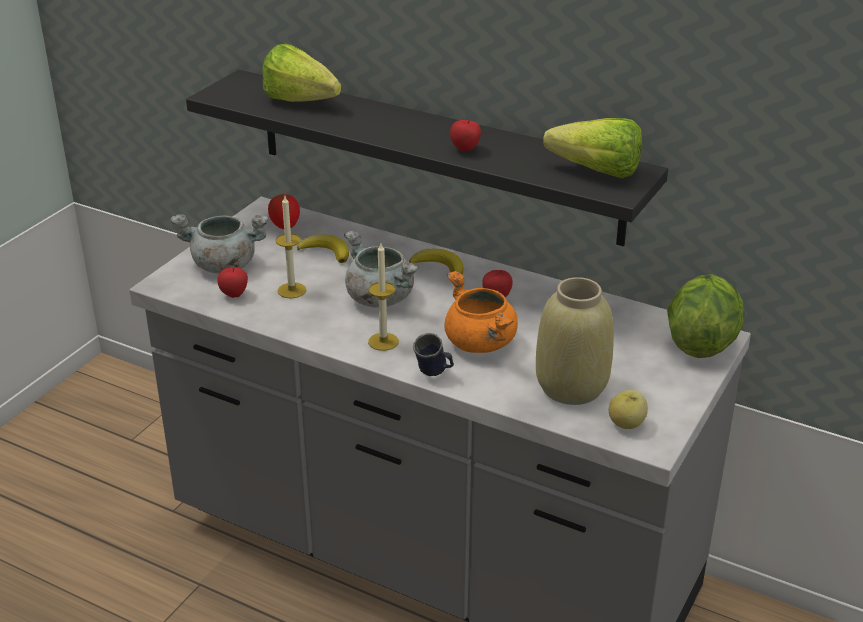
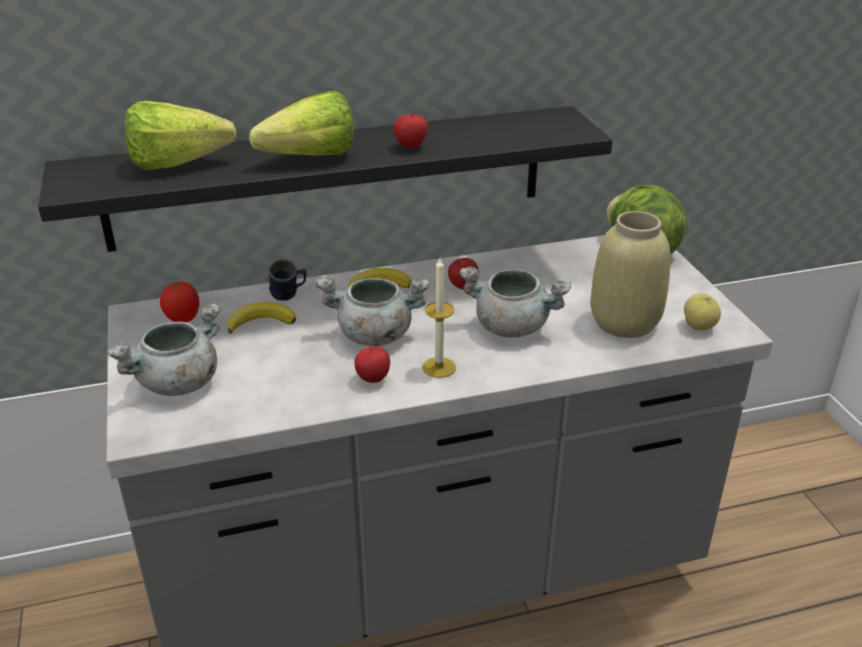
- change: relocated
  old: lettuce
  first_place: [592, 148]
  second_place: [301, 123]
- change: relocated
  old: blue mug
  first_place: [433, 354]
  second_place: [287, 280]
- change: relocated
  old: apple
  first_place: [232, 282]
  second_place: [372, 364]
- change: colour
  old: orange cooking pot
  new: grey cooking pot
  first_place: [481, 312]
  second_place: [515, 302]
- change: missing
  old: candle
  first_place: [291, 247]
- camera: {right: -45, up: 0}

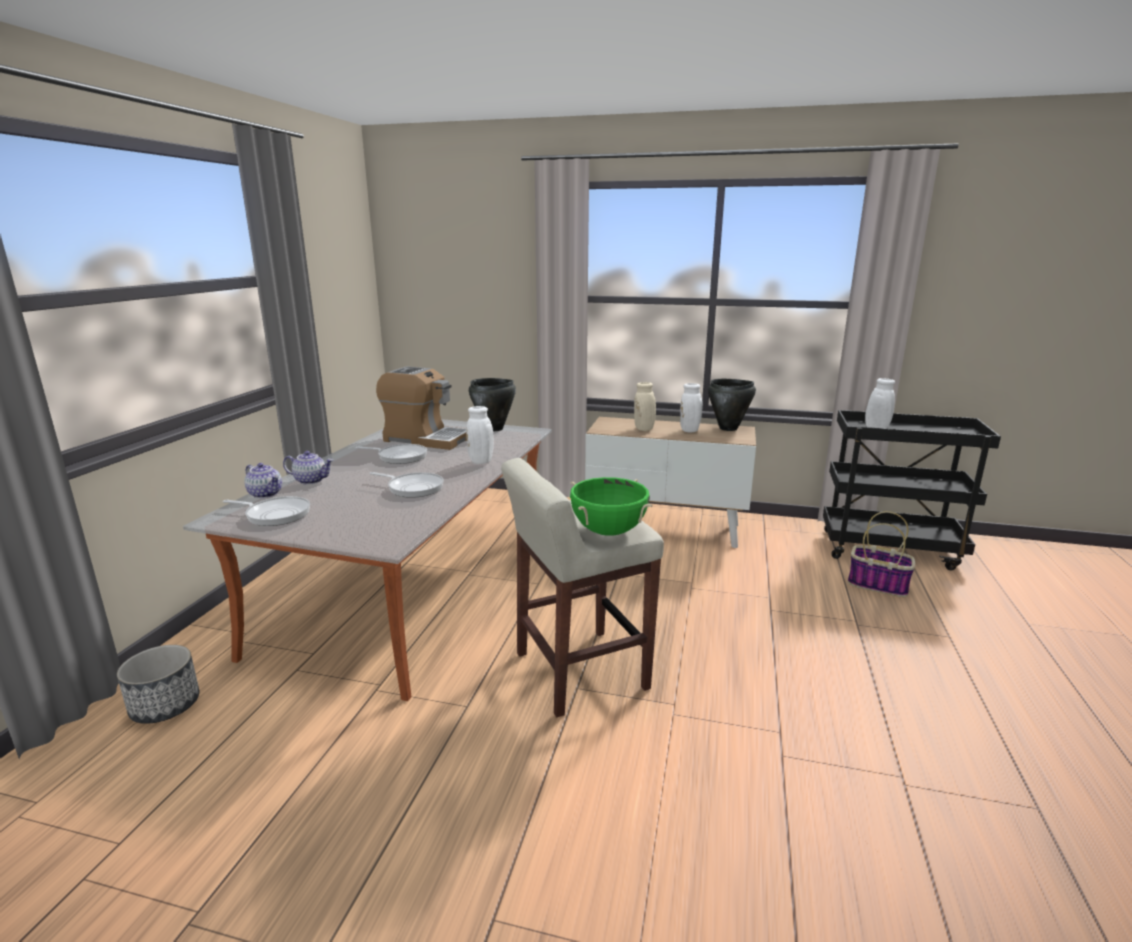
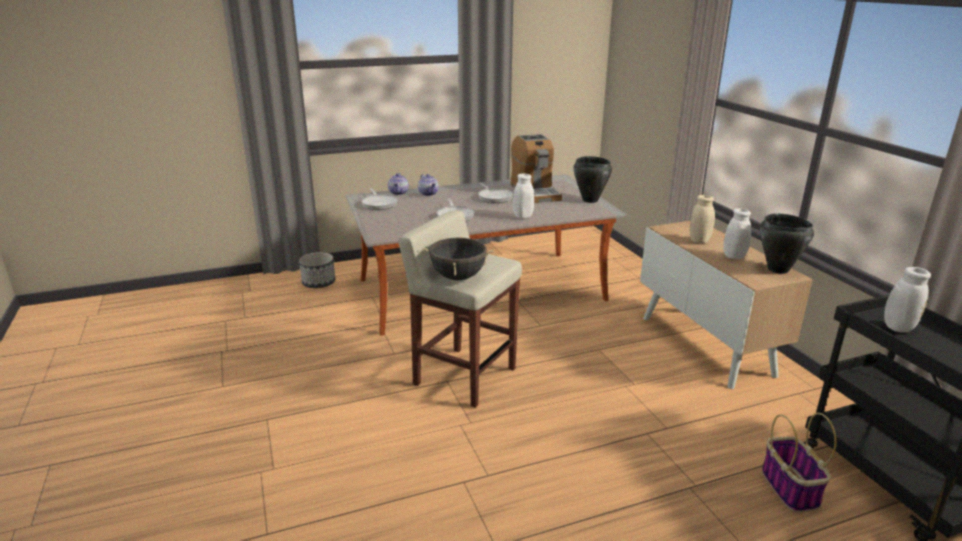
- change: colour
  old: green cooking pot
  new: black cooking pot
  first_place: [611, 506]
  second_place: [458, 258]
- camera: {right: 55, up: 5}

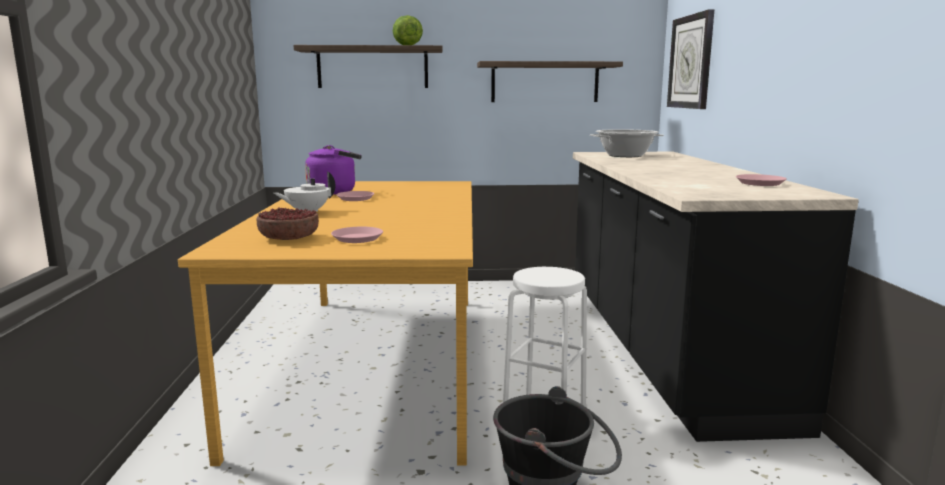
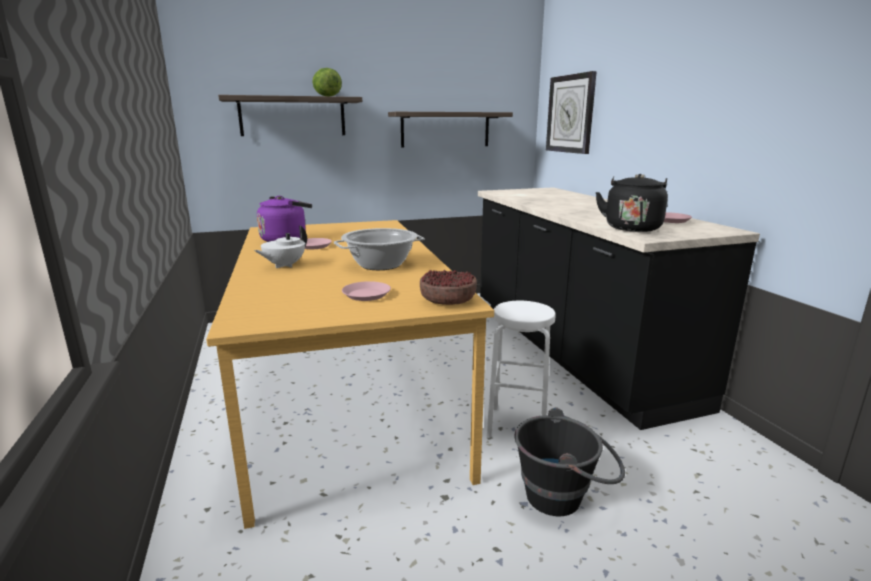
- change: relocated
  old: cooking pot
  first_place: [627, 143]
  second_place: [379, 249]
- change: relocated
  old: bowl
  first_place: [287, 223]
  second_place: [448, 287]
- change: appeared
  new: black kettle
  second_place: [632, 203]
- camera: {right: -15, up: 5}

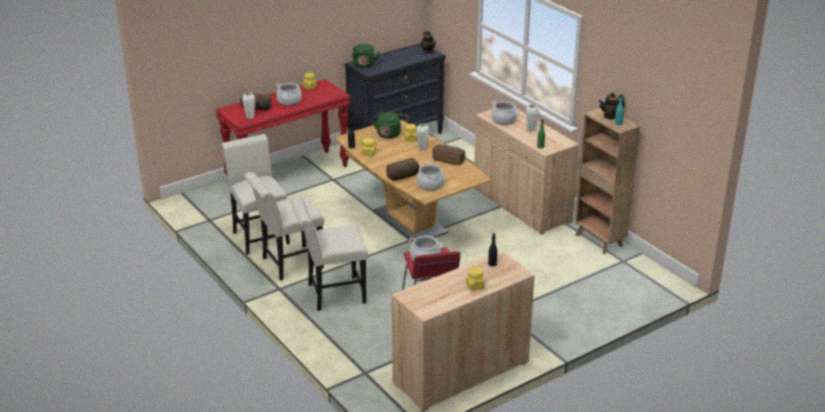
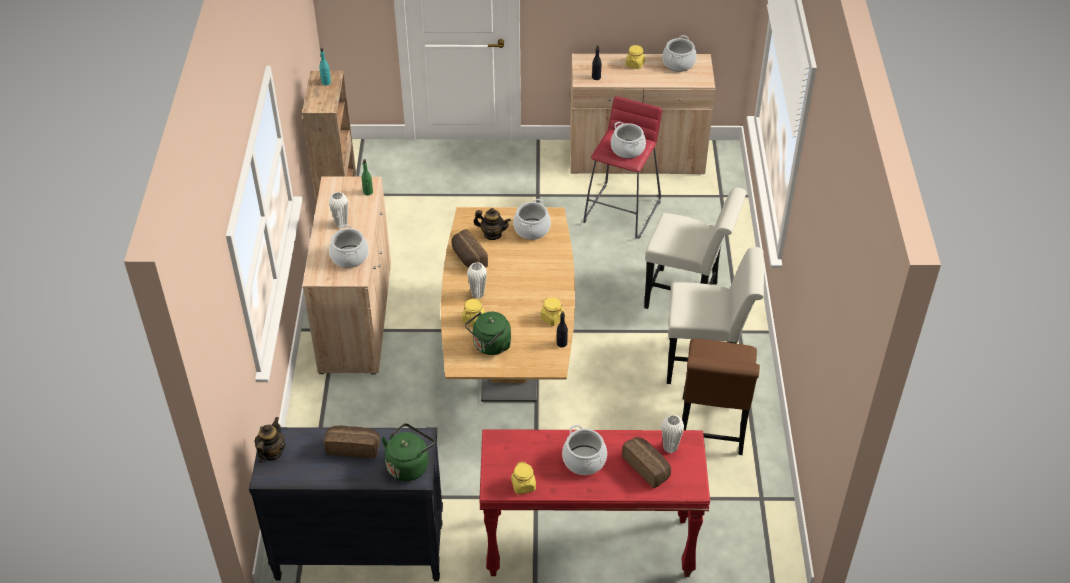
- change: relocated
  old: bread
  first_place: [402, 169]
  second_place: [352, 442]
- change: relocated
  old: teapot
  first_place: [612, 105]
  second_place: [492, 224]
- change: appeared
  new: cooking pot
  second_place: [680, 53]
- change: colour
  old: white chair
  new: brown chair
  first_place: [255, 194]
  second_place: [721, 397]
- camera: {right: -145, up: 15}

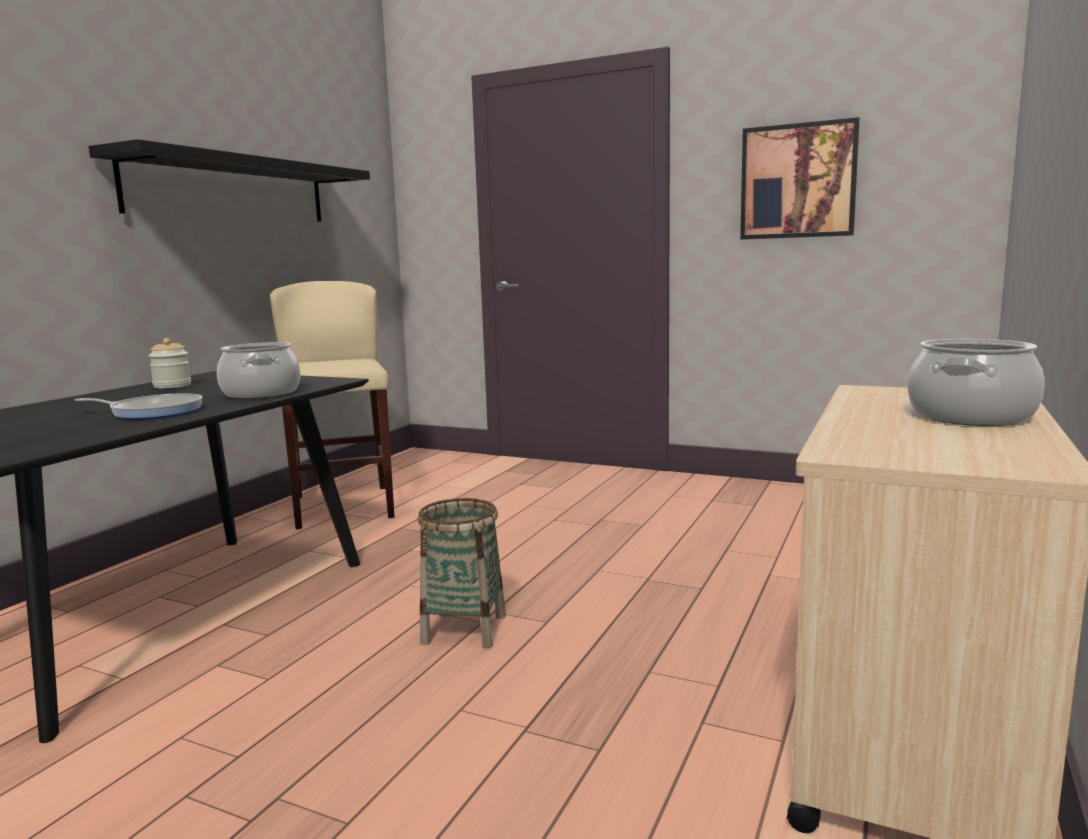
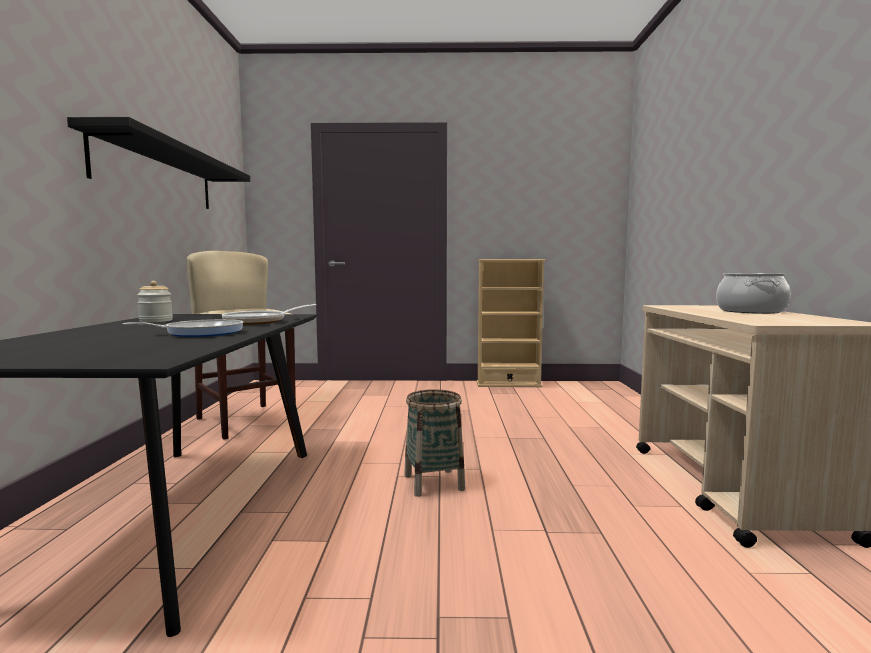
- change: exchanged
  old: cooking pot
  new: frying pan
  first_place: [259, 370]
  second_place: [269, 314]
- change: appeared
  new: beige bookcase
  second_place: [511, 323]
- change: missing
  old: picture
  first_place: [800, 178]
- camera: {right: -25, up: -5}

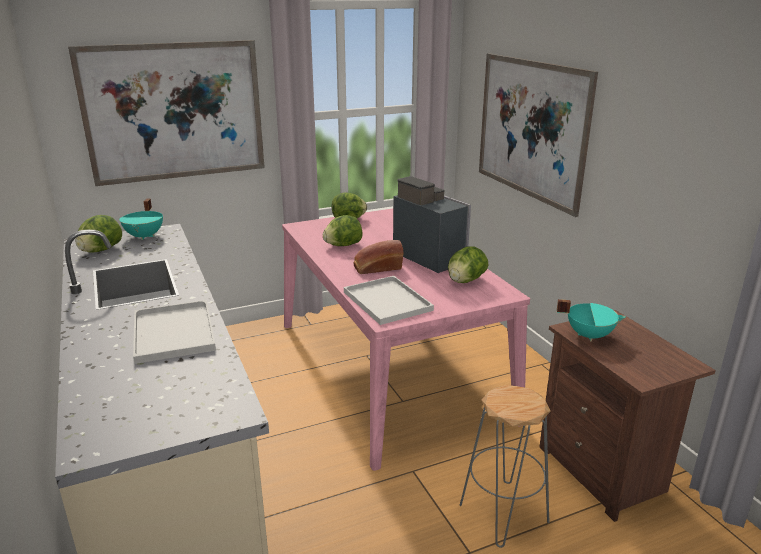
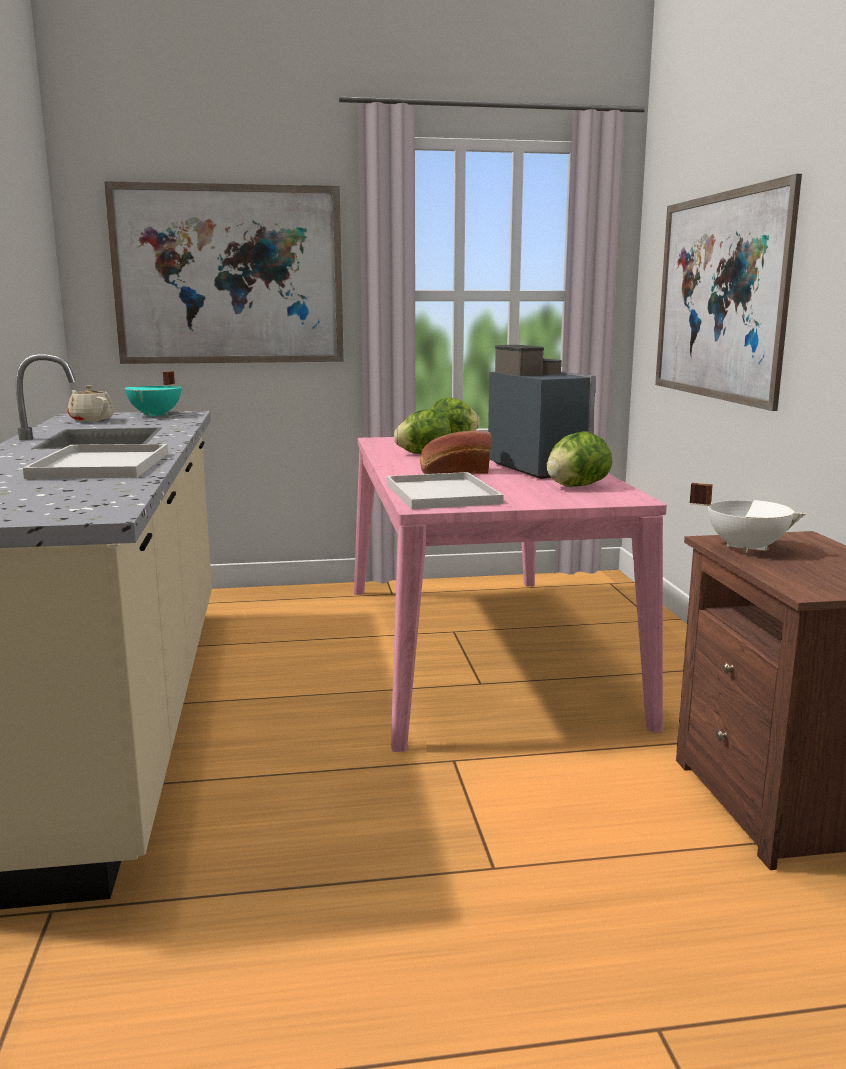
- change: exchanged
  old: lettuce
  new: beige teapot
  first_place: [98, 234]
  second_place: [91, 403]
- change: colour
  old: turquoise cooking pot
  new: white cooking pot
  first_place: [591, 320]
  second_place: [748, 518]
- change: missing
  old: grey stool
  first_place: [505, 466]
- camera: {right: 15, up: -10}

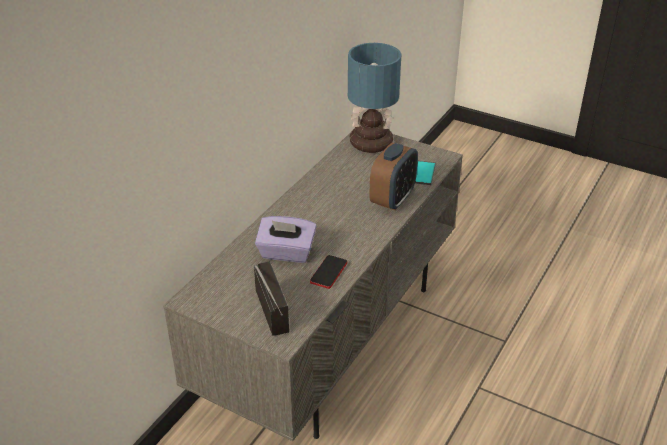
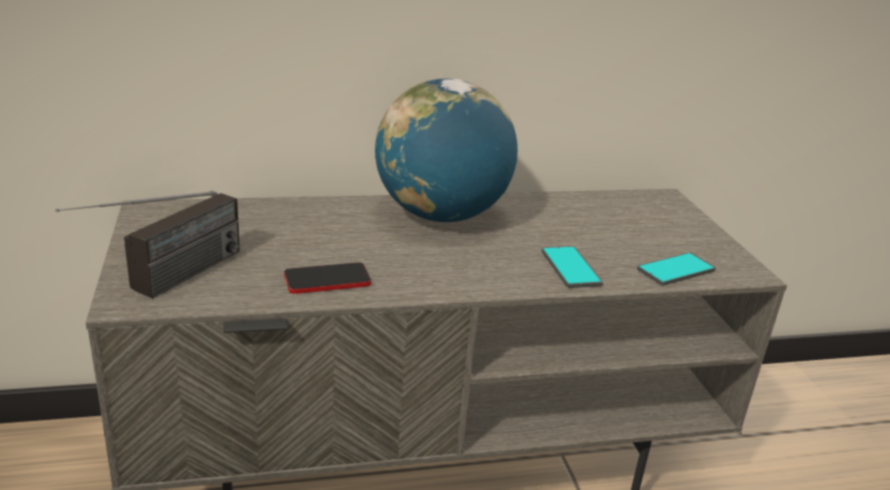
- change: appeared
  new: globe
  second_place: [446, 150]
- change: exchanged
  old: alarm clock
  new: phone
  first_place: [393, 176]
  second_place: [572, 267]
- change: missing
  old: purple tissue box
  first_place: [286, 239]
- change: missing
  old: table lamp
  first_place: [374, 98]
- camera: {right: 45, up: -10}

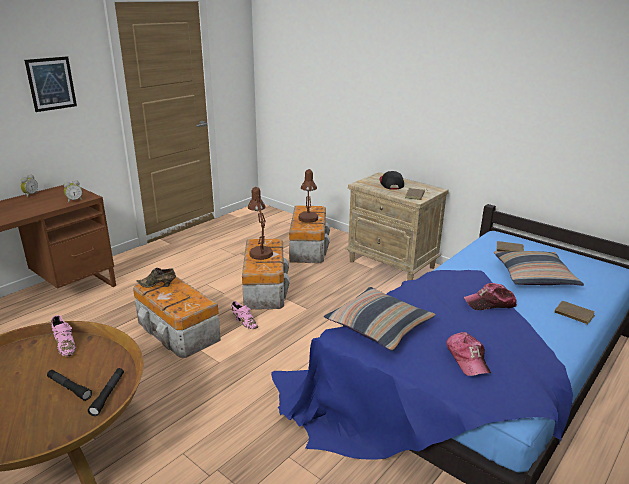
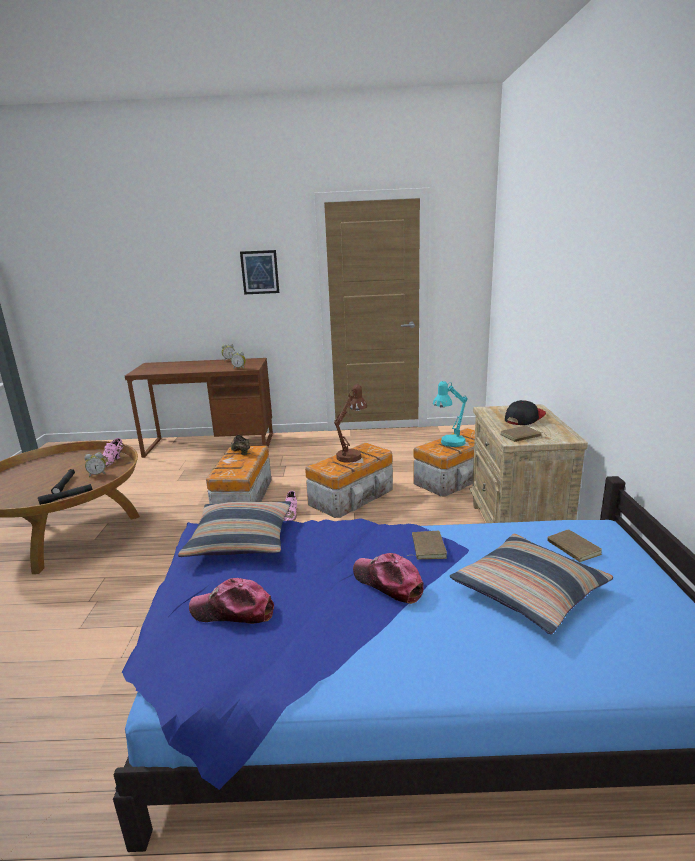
- change: appeared
  new: alarm clock
  second_place: [95, 465]
- change: spun
  old: cap
  first_place: [468, 354]
  second_place: [231, 601]
  degrees: 60
- change: relocated
  old: brown book
  first_place: [575, 313]
  second_place: [427, 545]
- change: colour
  old: brown table lamp
  new: turquoise table lamp
  first_place: [308, 196]
  second_place: [450, 414]
- camera: {right: 50, up: -5}

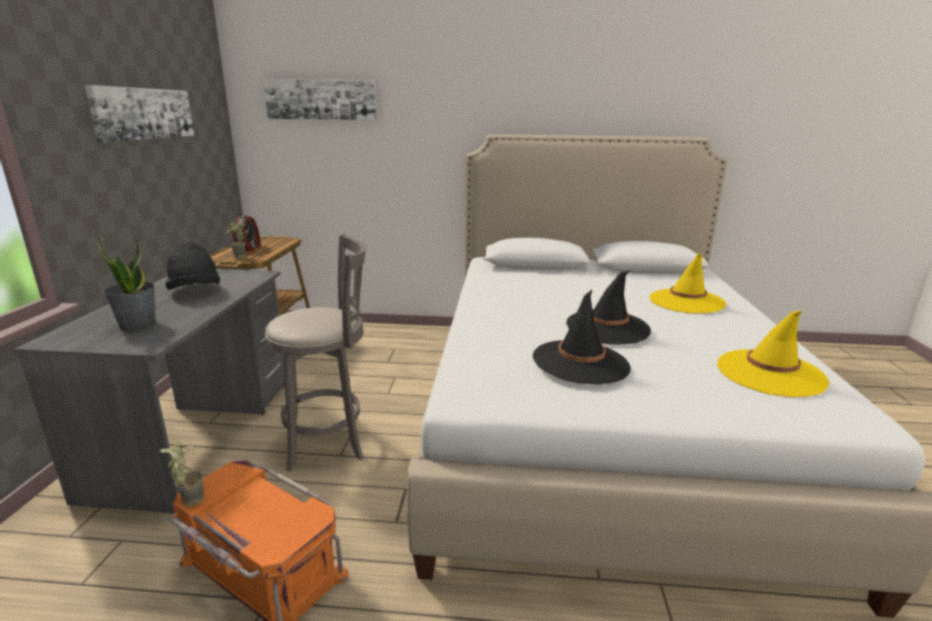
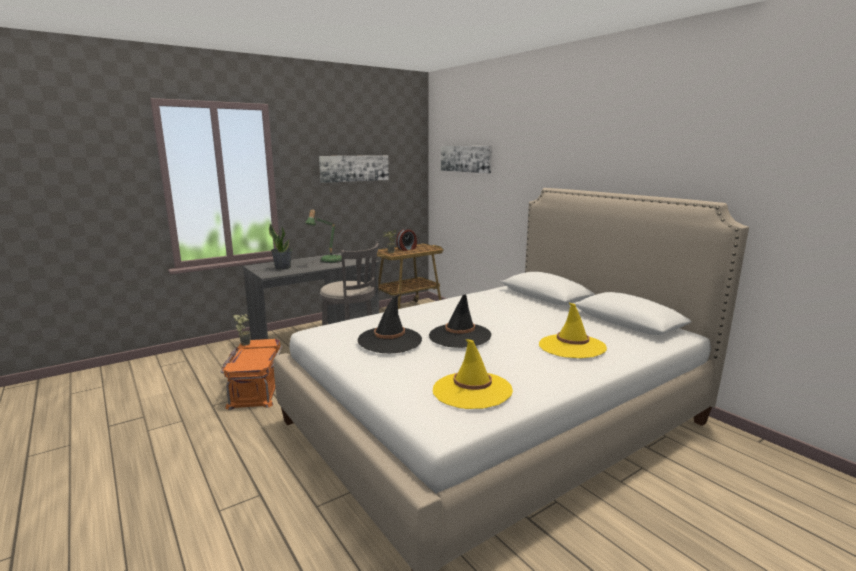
- change: exchanged
  old: black hat
  new: table lamp
  first_place: [192, 265]
  second_place: [323, 236]
- camera: {right: 50, up: -5}

